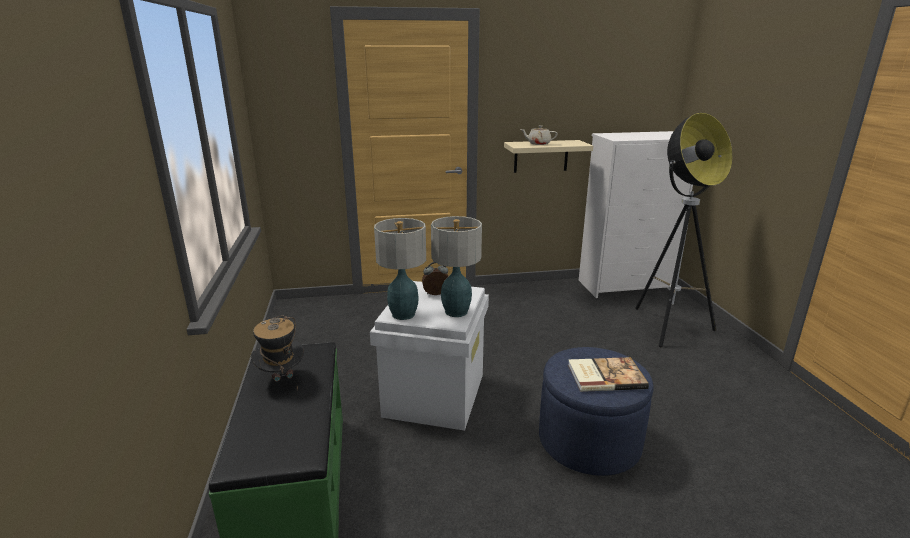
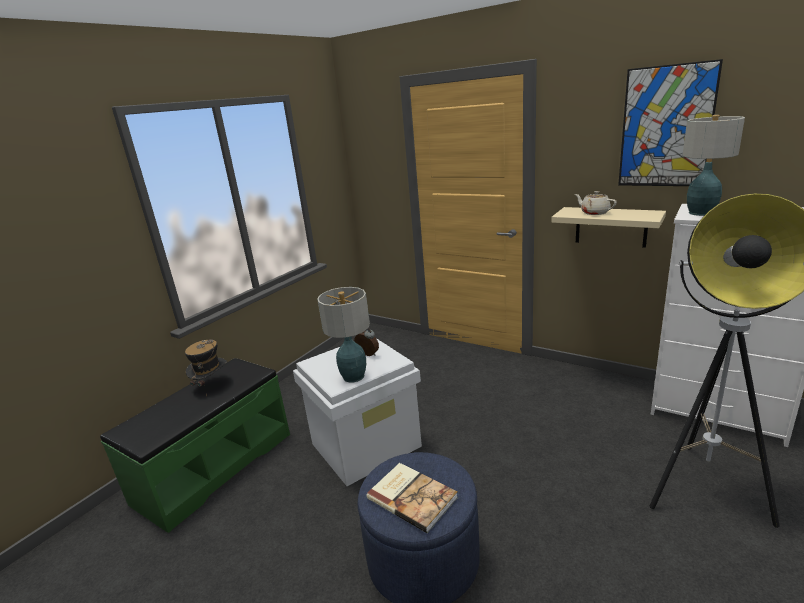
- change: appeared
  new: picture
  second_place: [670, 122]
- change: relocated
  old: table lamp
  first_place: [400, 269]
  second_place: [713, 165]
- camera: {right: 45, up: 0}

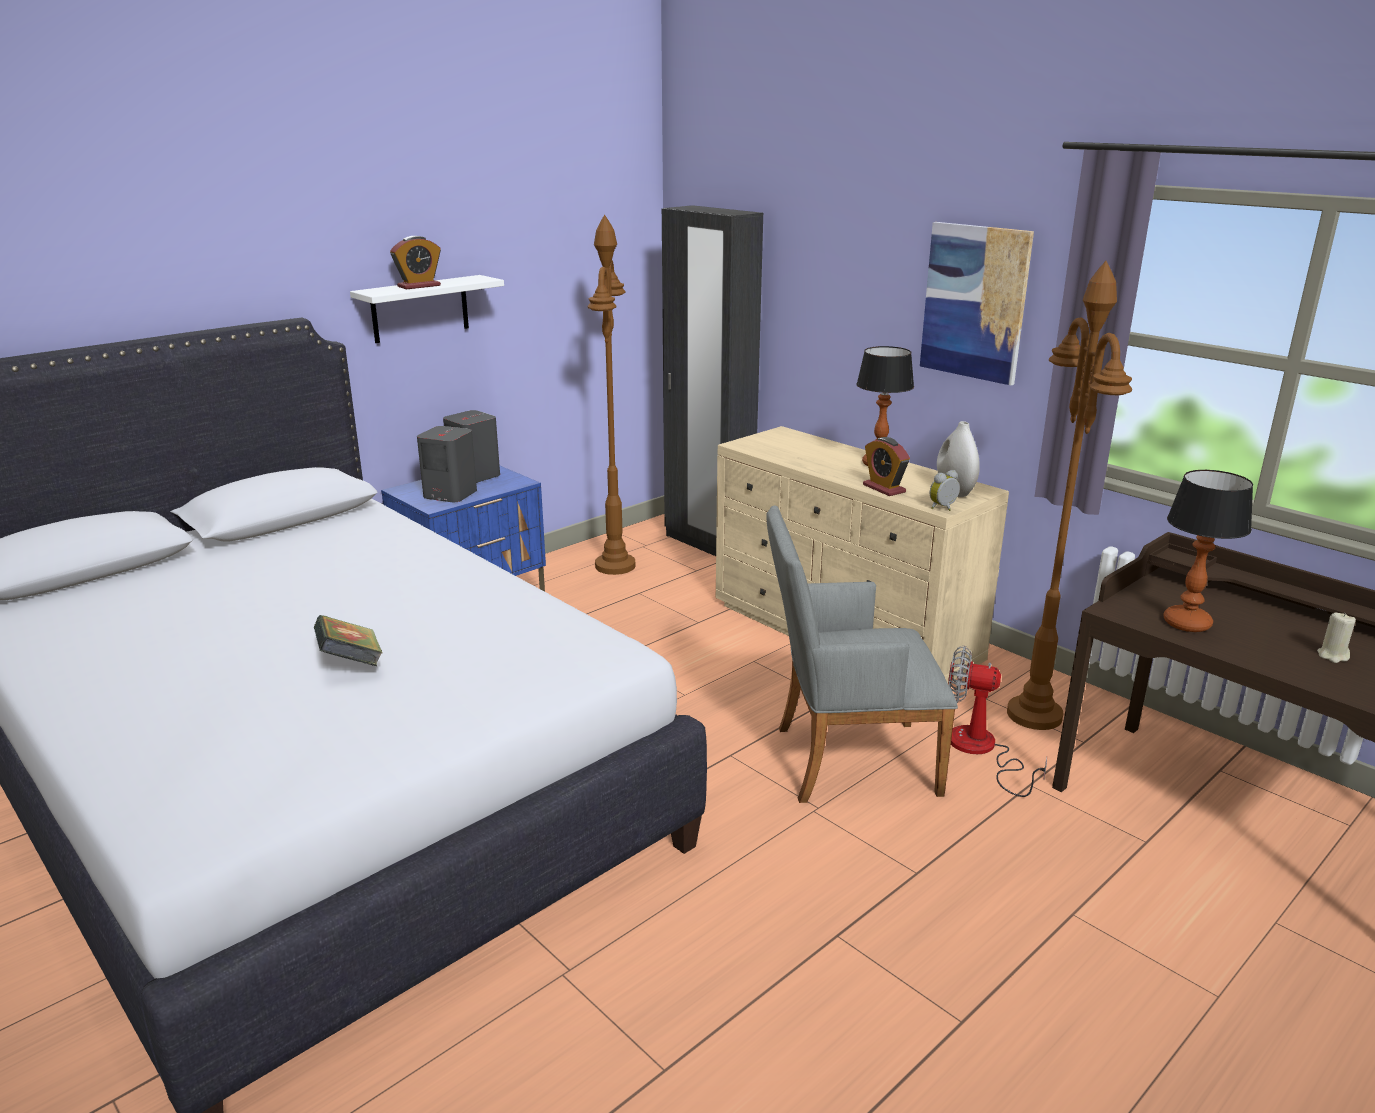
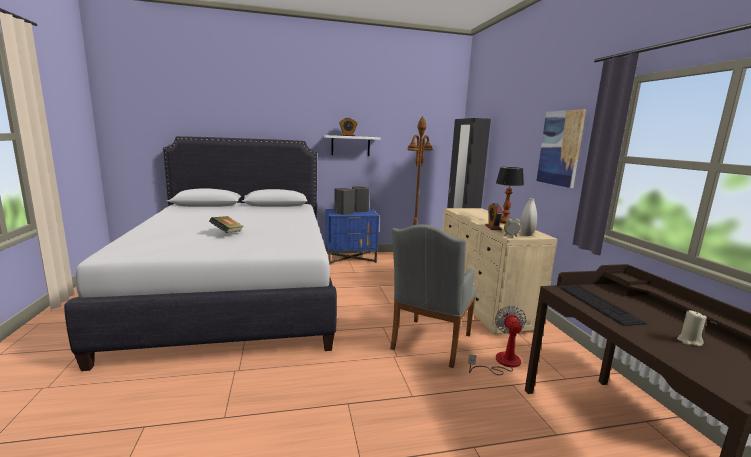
- change: spun
  old: grey armchair
  first_place: [862, 654]
  second_place: [433, 296]
  degrees: -90
- change: spun
  old: fan
  first_place: [997, 721]
  second_place: [497, 340]
  degrees: 45
- change: exchanged
  old: table lamp
  new: keyboard
  first_place: [1208, 551]
  second_place: [603, 306]
- change: missing
  old: brown floor lamp
  first_place: [1069, 495]
- camera: {right: 30, up: -10}

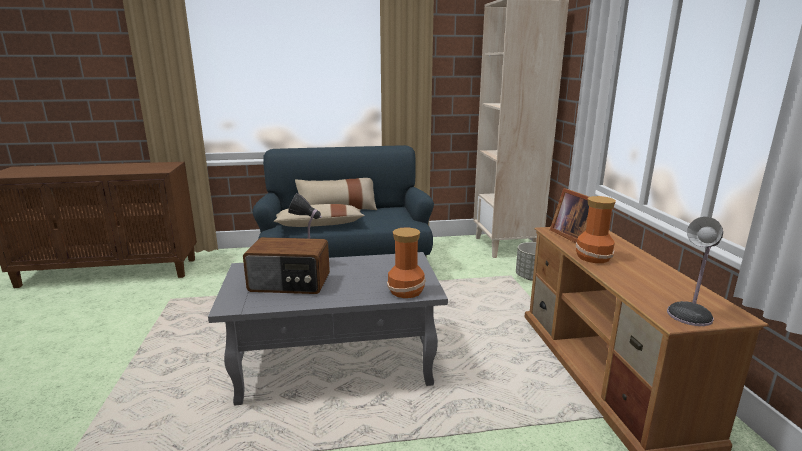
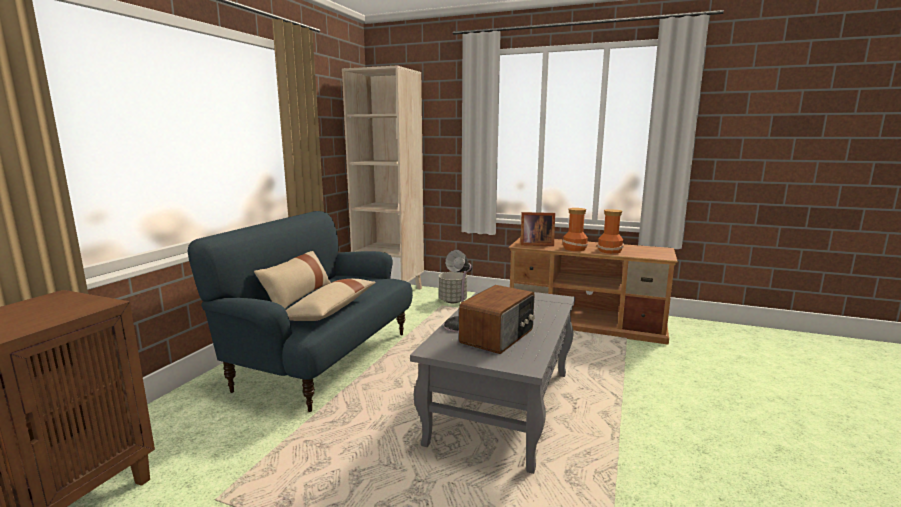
- change: relocated
  old: vase
  first_place: [406, 262]
  second_place: [610, 231]
- change: missing
  old: table lamp
  first_place: [695, 271]
- camera: {right: -60, up: -5}

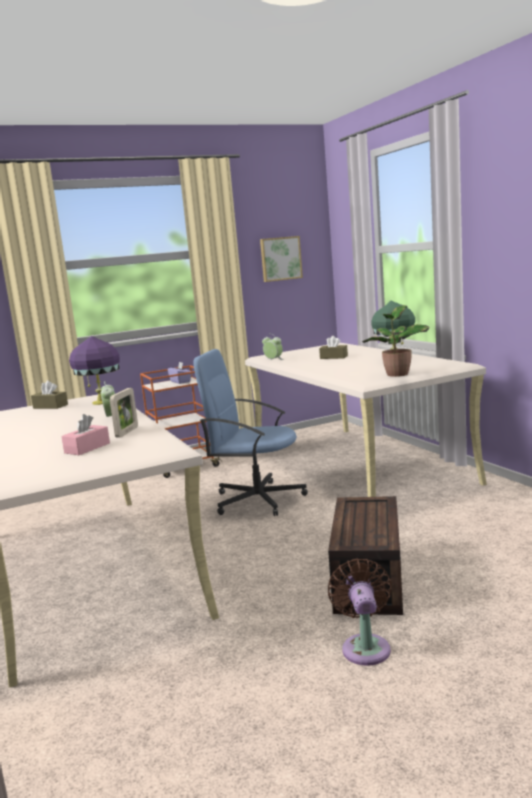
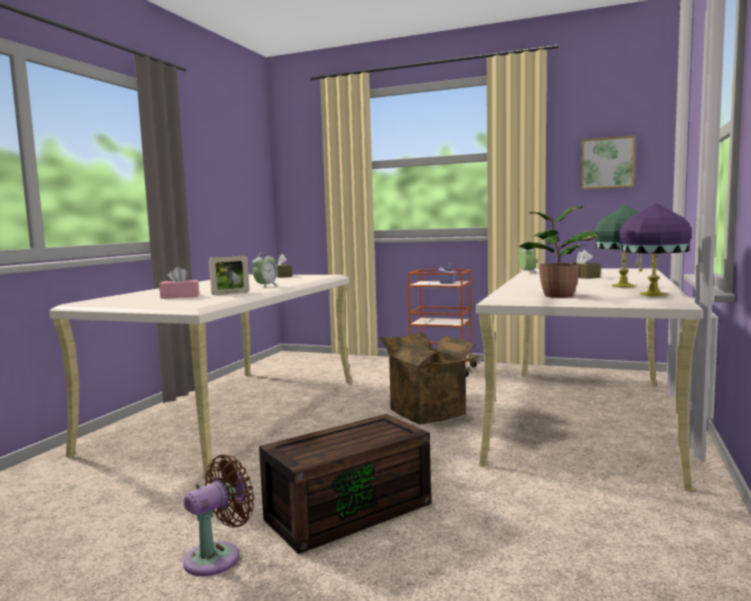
- change: exchanged
  old: blue office chair
  new: cardboard box
  first_place: [250, 432]
  second_place: [430, 378]
- change: relocated
  old: purple table lamp
  first_place: [94, 370]
  second_place: [655, 249]
- camera: {right: 45, up: -5}

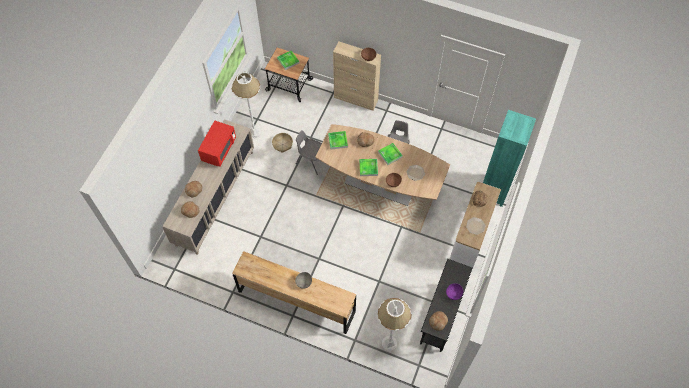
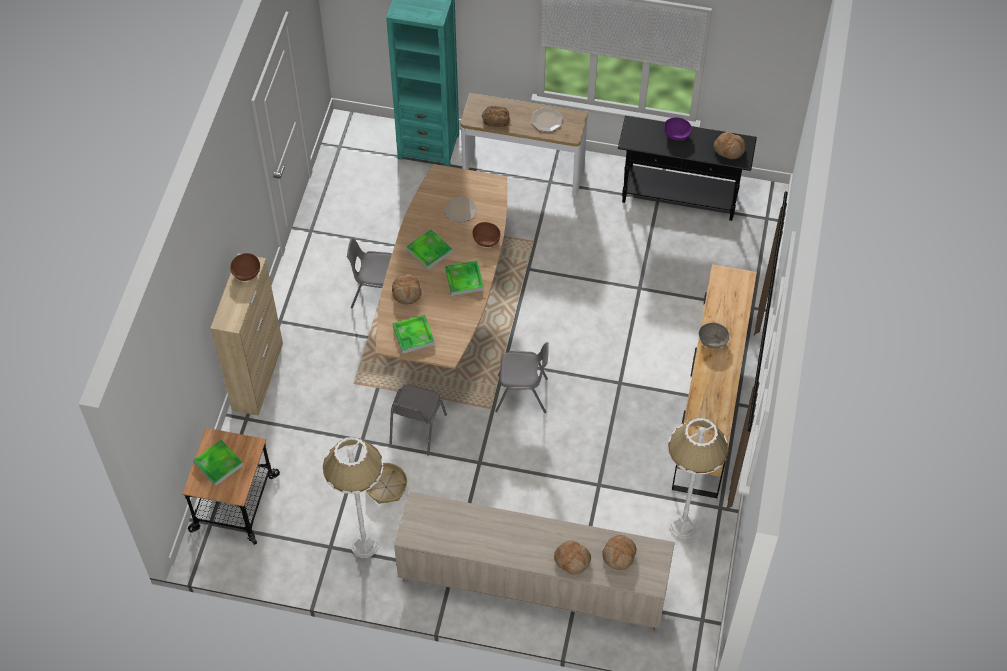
- change: appeared
  new: grey chair
  second_place: [522, 377]
- change: relocated
  old: white floor lamp
  first_place: [395, 324]
  second_place: [698, 478]
- change: missing
  old: red microwave
  first_place: [217, 144]
- camera: {right: -100, up: -5}

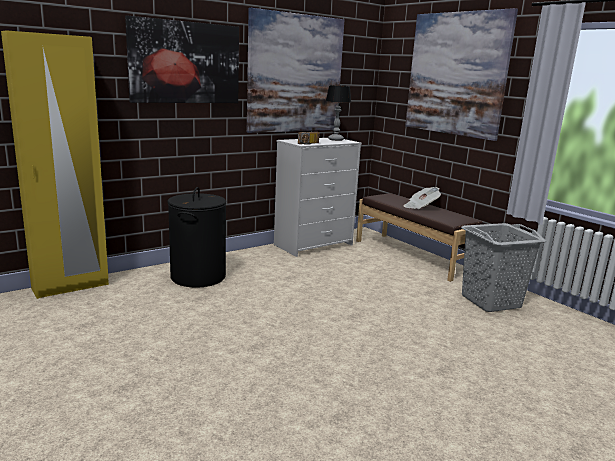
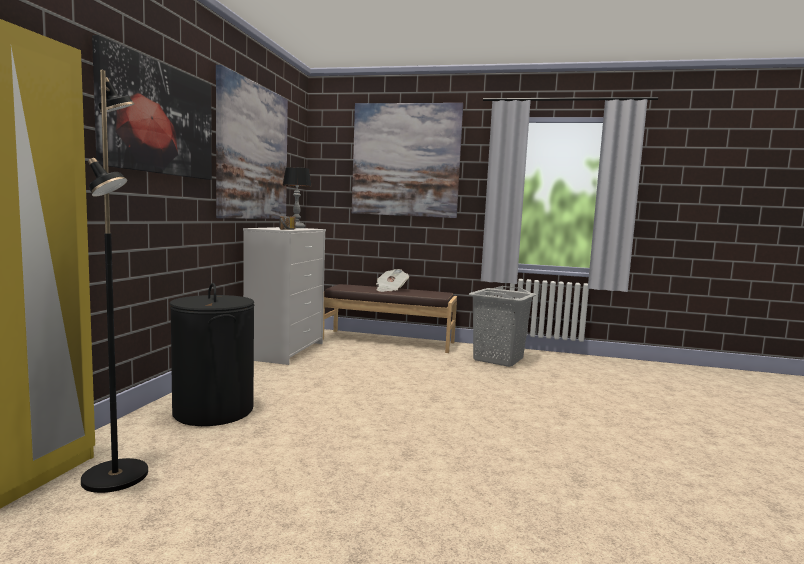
- change: appeared
  new: black floor lamp
  second_place: [114, 281]
- camera: {right: -40, up: -10}

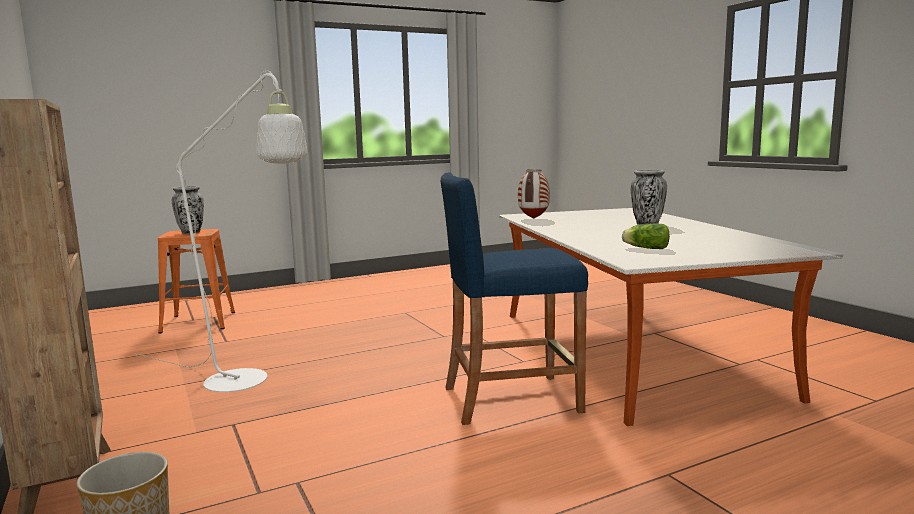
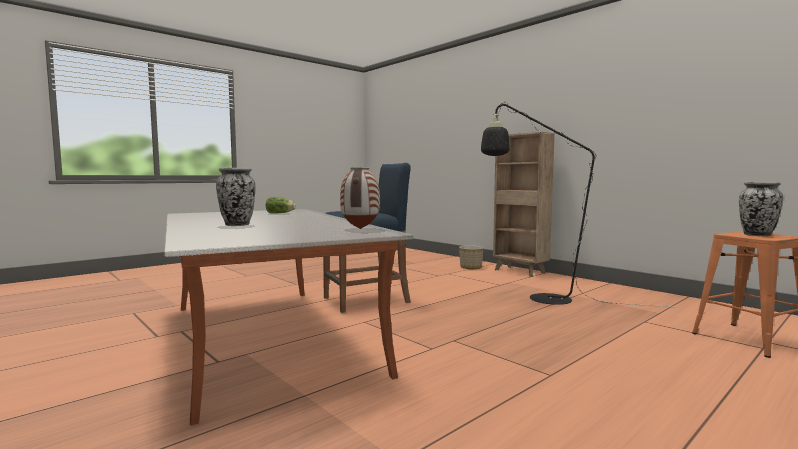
- change: colour
  old: white floor lamp
  new: black floor lamp
  first_place: [221, 231]
  second_place: [578, 205]
- camera: {right: 165, up: -5}

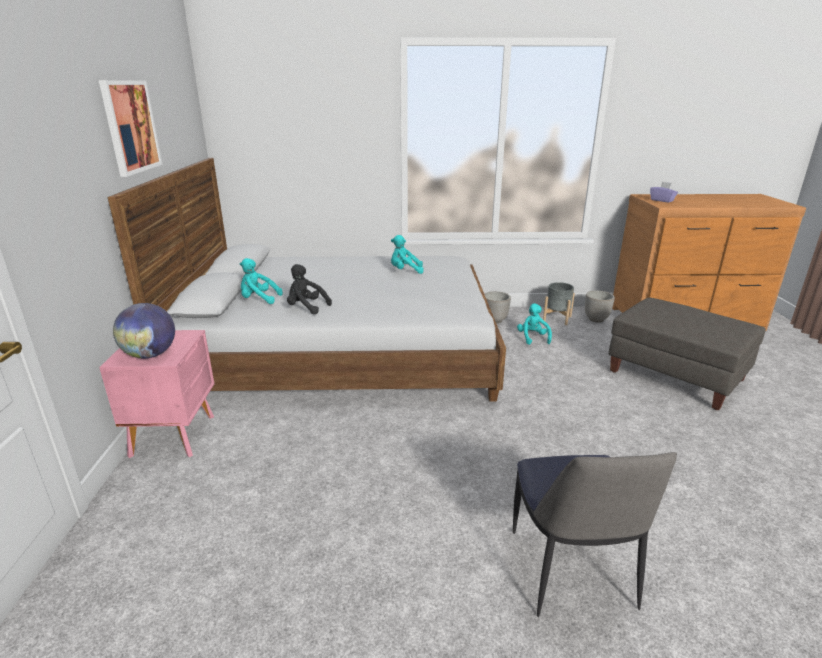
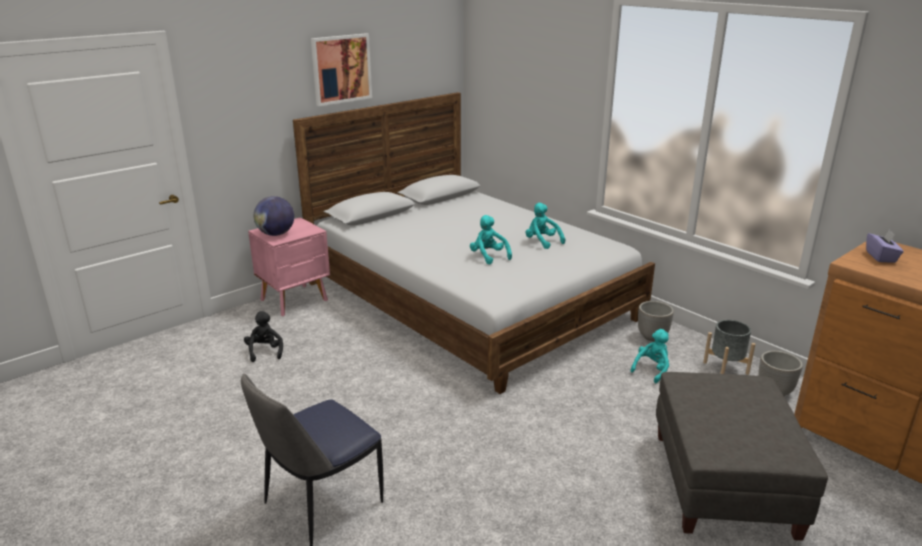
- change: relocated
  old: black plush toy
  first_place: [309, 289]
  second_place: [263, 336]
- change: relocated
  old: turquoise plush toy
  first_place: [261, 281]
  second_place: [491, 239]
- camera: {right: 50, up: 0}

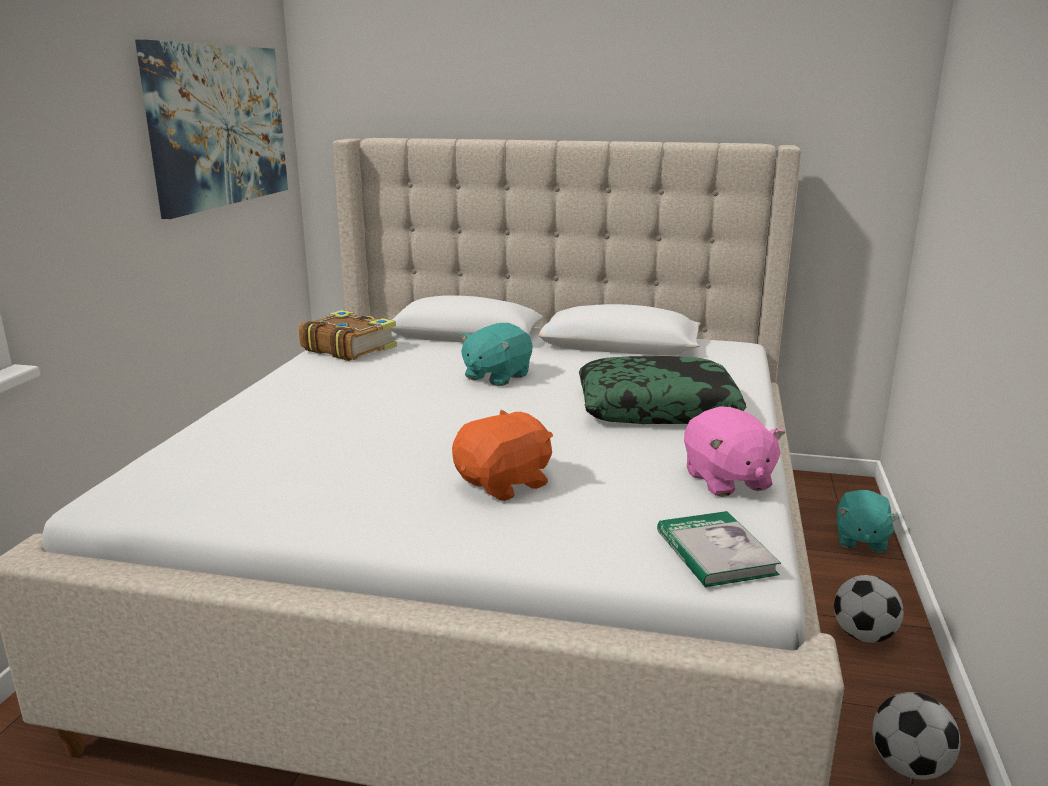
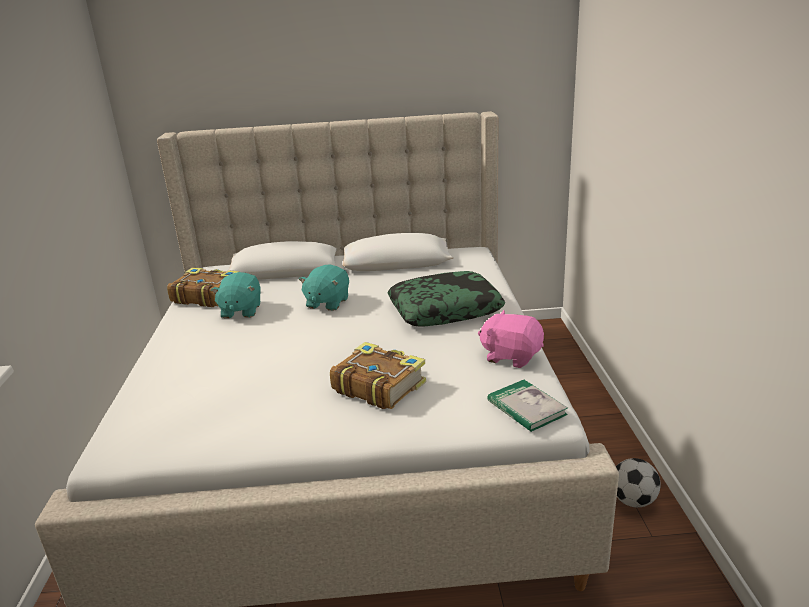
- change: relocated
  old: turquoise plush toy
  first_place: [868, 521]
  second_place: [236, 295]
- change: exchanged
  old: orange plush toy
  new: book
  first_place: [502, 455]
  second_place: [378, 375]
- change: spun
  old: pink plush toy
  first_place: [734, 451]
  second_place: [511, 339]
  degrees: 150
- change: missing
  old: picture
  first_place: [211, 129]
- change: missing
  old: football
  first_place: [869, 609]
- camera: {right: -15, up: 5}

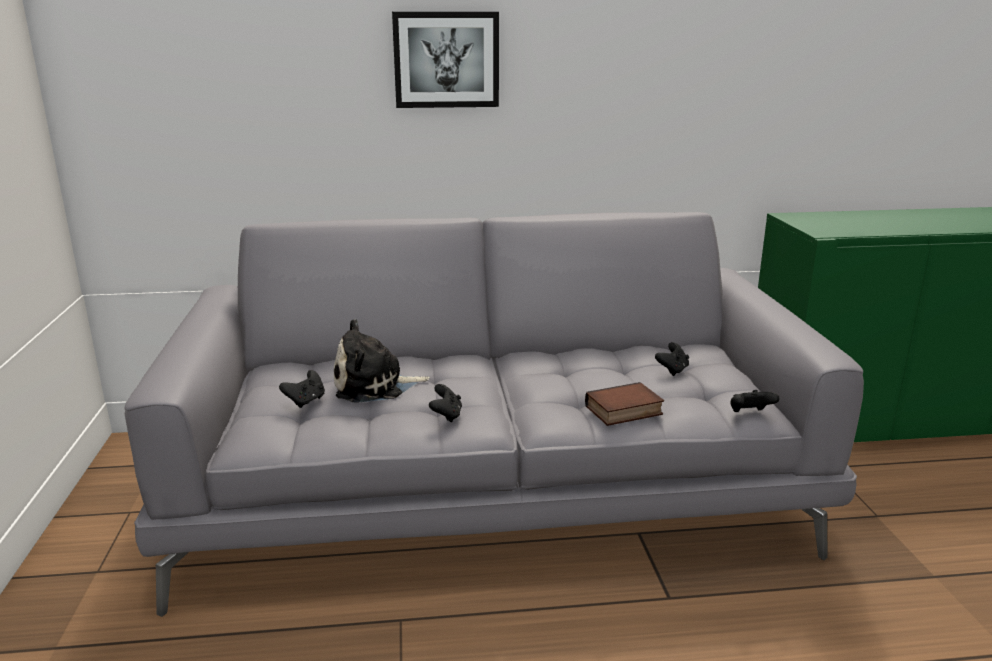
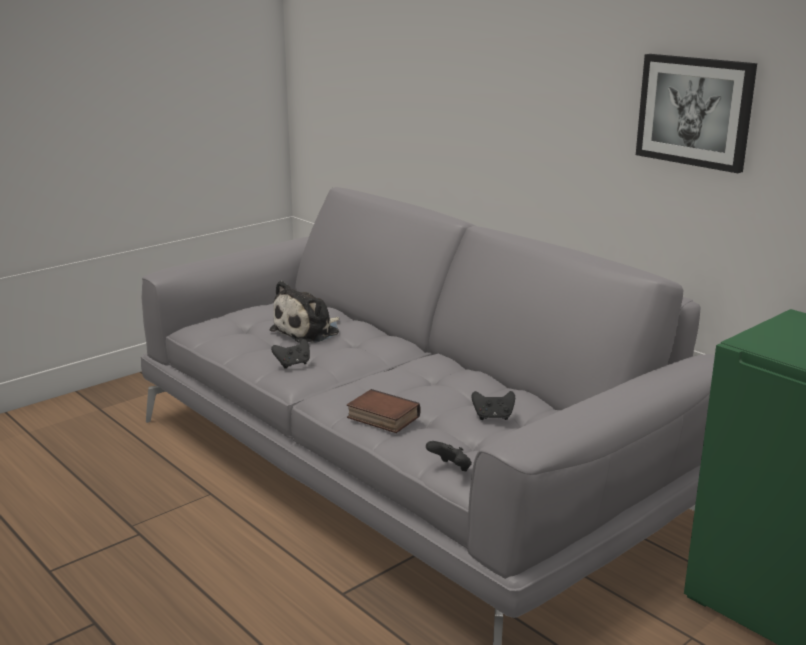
- change: spun
  old: plush toy
  first_place: [382, 360]
  second_place: [304, 312]
  degrees: -90
- change: relocated
  old: picture
  first_place: [445, 60]
  second_place: [696, 113]
- change: missing
  old: black game controller
  first_place: [302, 389]
- camera: {right: 55, up: 0}

